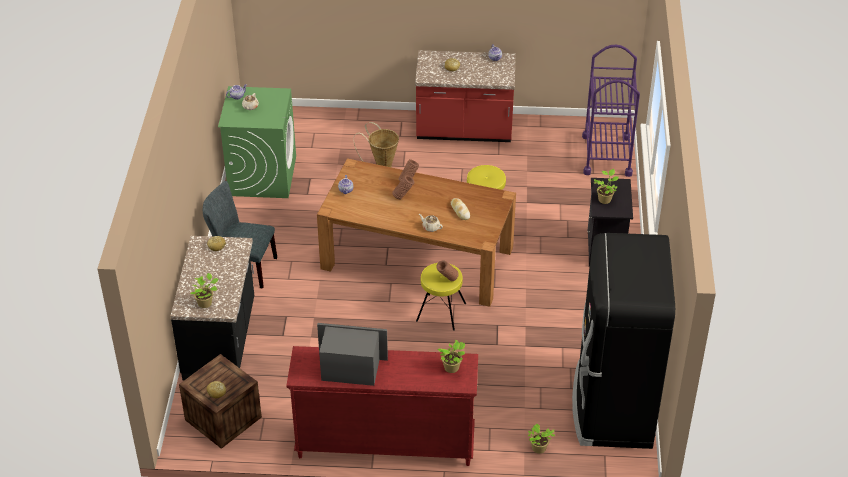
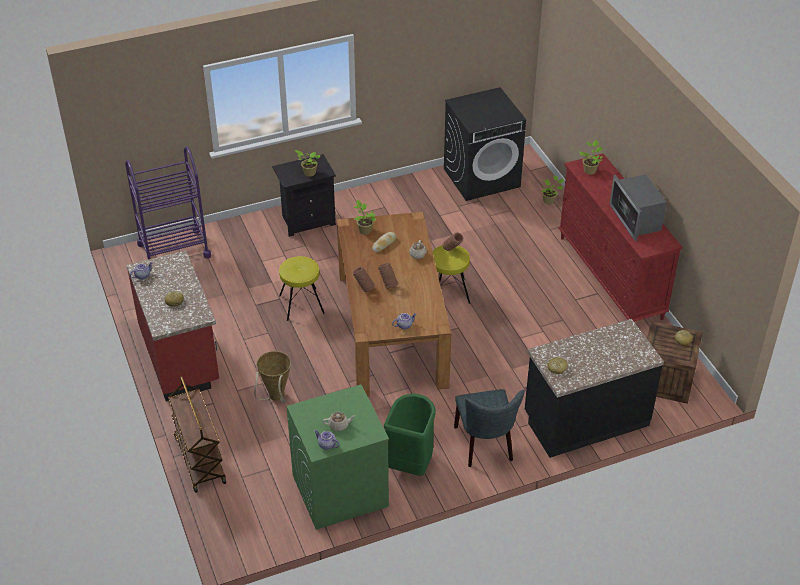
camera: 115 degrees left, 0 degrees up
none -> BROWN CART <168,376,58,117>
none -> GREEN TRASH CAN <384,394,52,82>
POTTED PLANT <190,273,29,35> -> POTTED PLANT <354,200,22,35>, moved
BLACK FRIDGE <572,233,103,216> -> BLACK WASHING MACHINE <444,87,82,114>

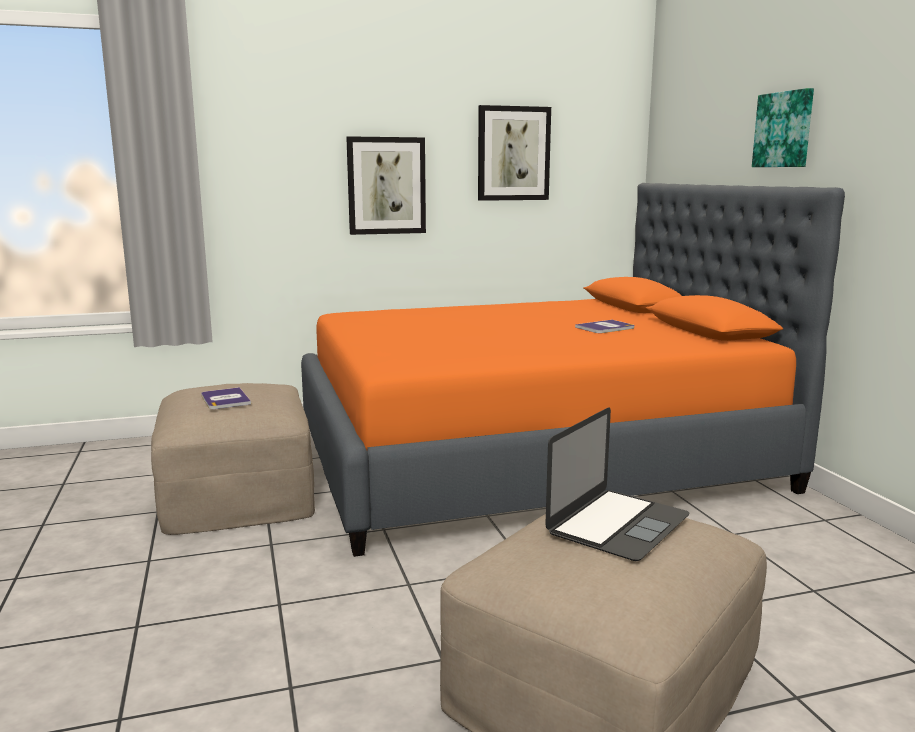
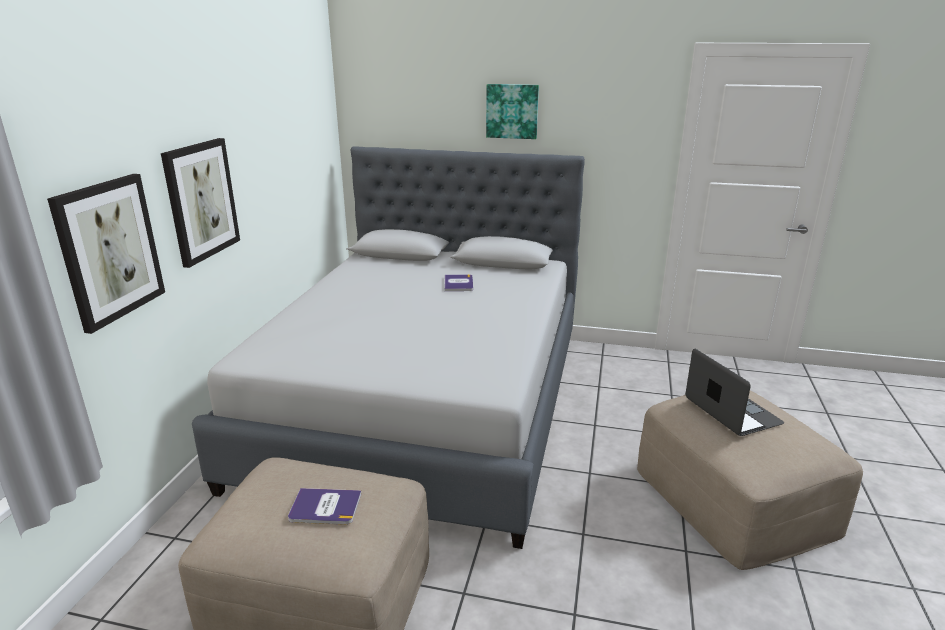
camera: 60 degrees left, 10 degrees up
PICTURE <478,105,73,96> -> PICTURE <47,174,118,160>, moved
ORANGE BED <301,183,544,374> -> GREY BED <192,146,393,403>

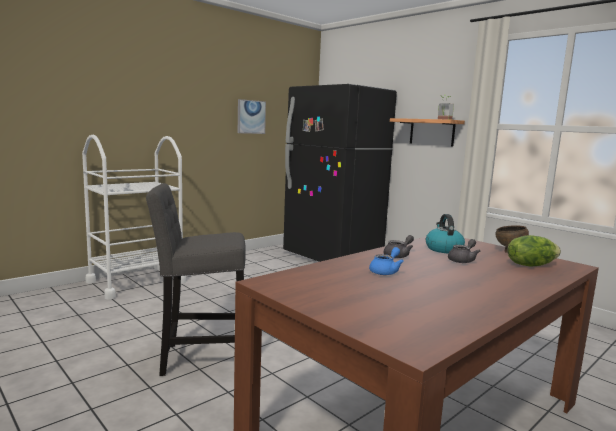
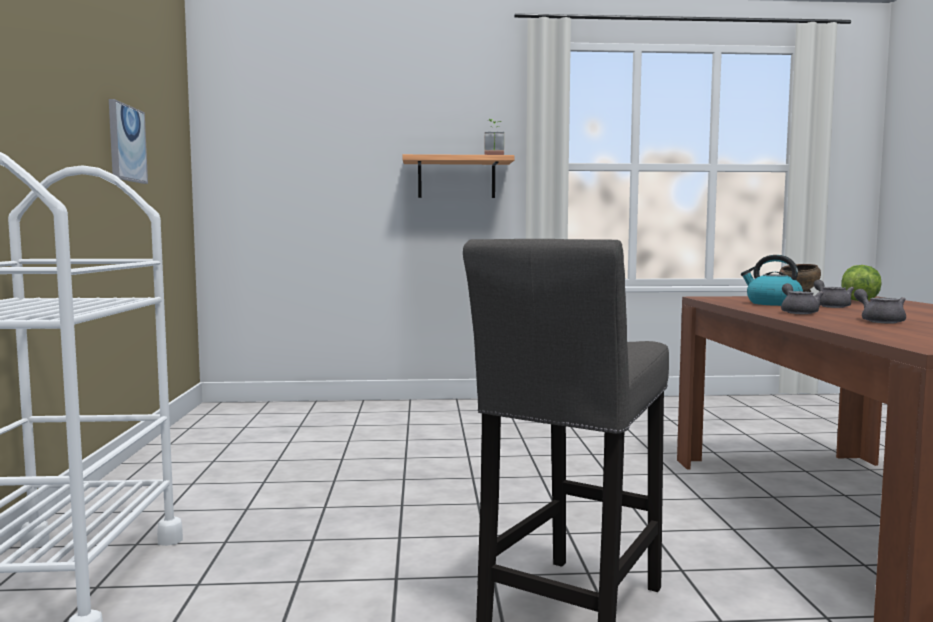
camera: 50 degrees left, 5 degrees down
BLACK FRIDGE <283,84,114,178> -> none
BLUE TEAPOT <369,247,35,28> -> GREY TEAPOT <854,289,52,34>

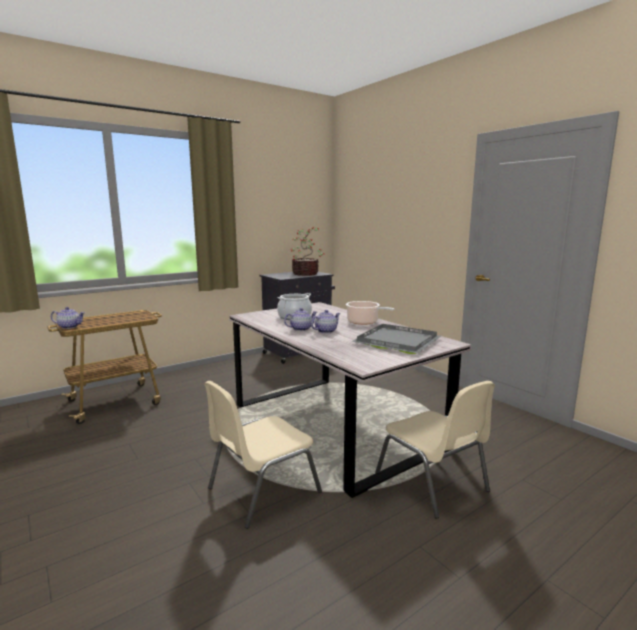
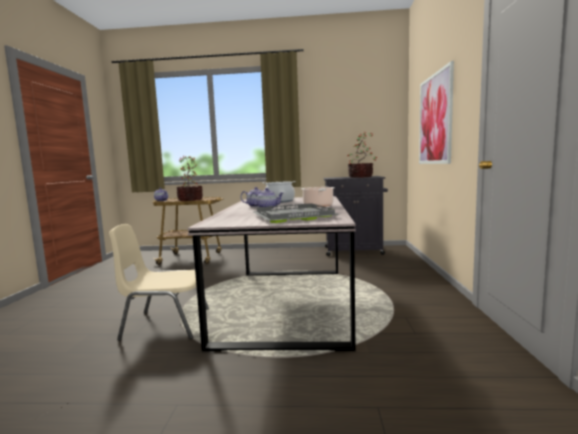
camera: 40 degrees right, 5 degrees down
BEIGE CHAIR <375,381,120,137> -> none
none -> POTTED PLANT <176,157,27,44>
none -> PICTURE <419,61,35,103>

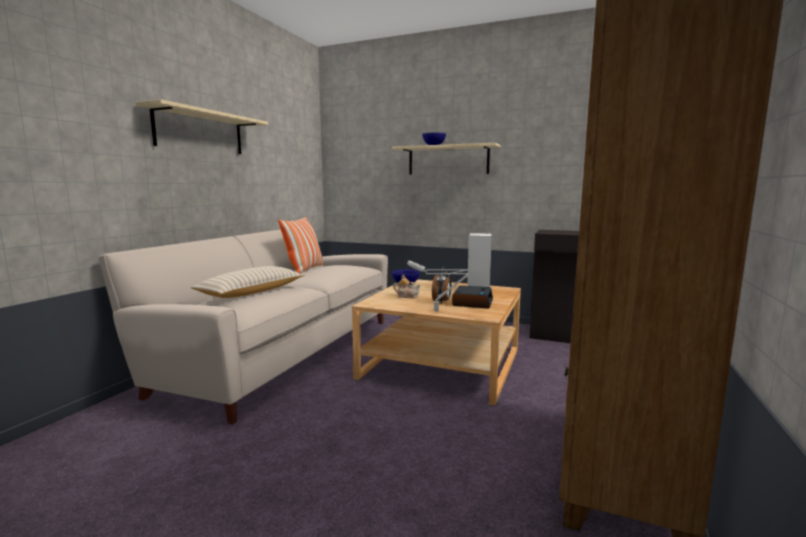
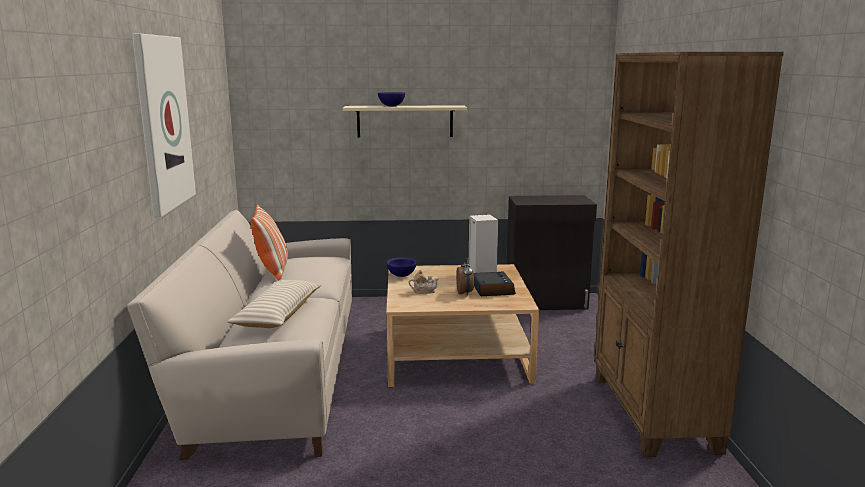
camera: 25 degrees left, 5 degrees up
GREY TABLE LAMP <407,261,64,50> -> none
BEIGE SHELF <135,99,133,55> -> PICTURE <132,33,64,184>

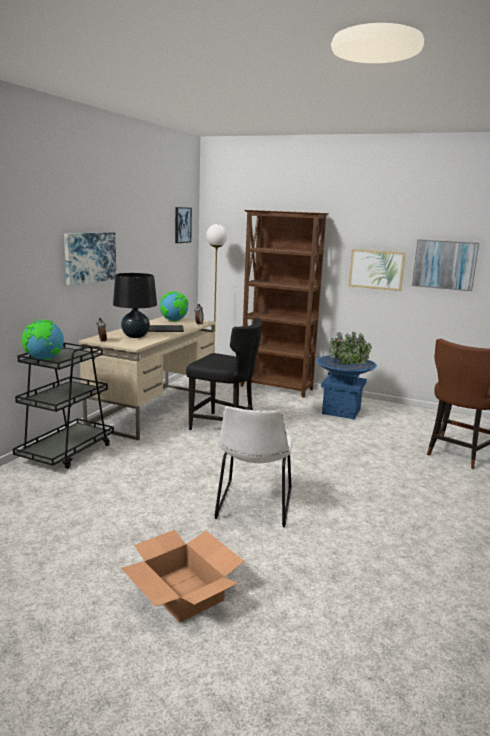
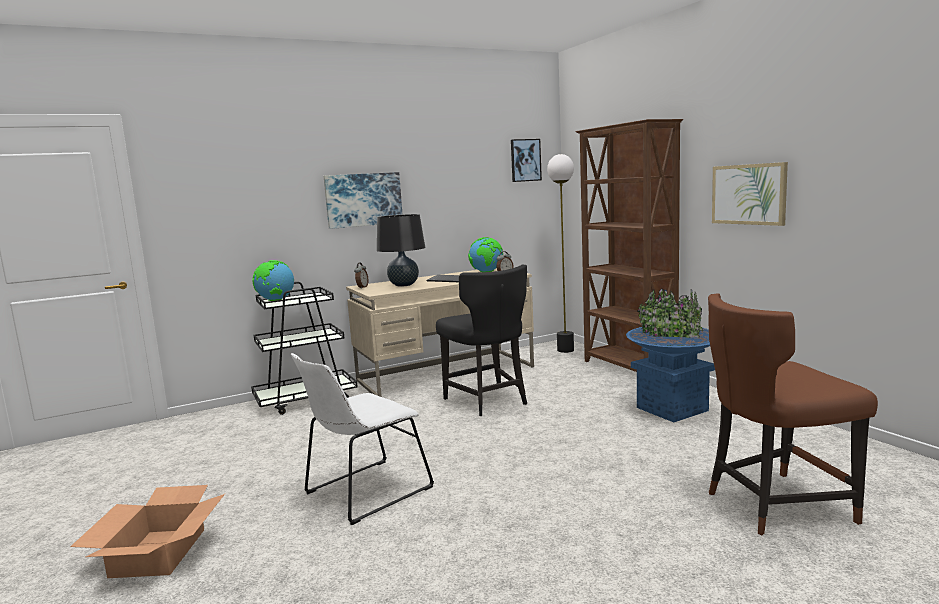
camera: 40 degrees right, 5 degrees down
PICTURE <412,239,67,52> -> none

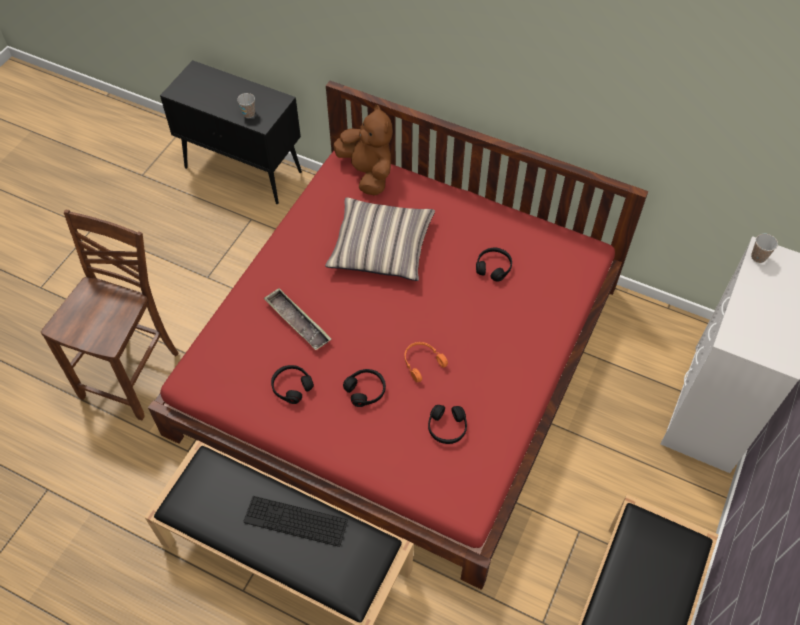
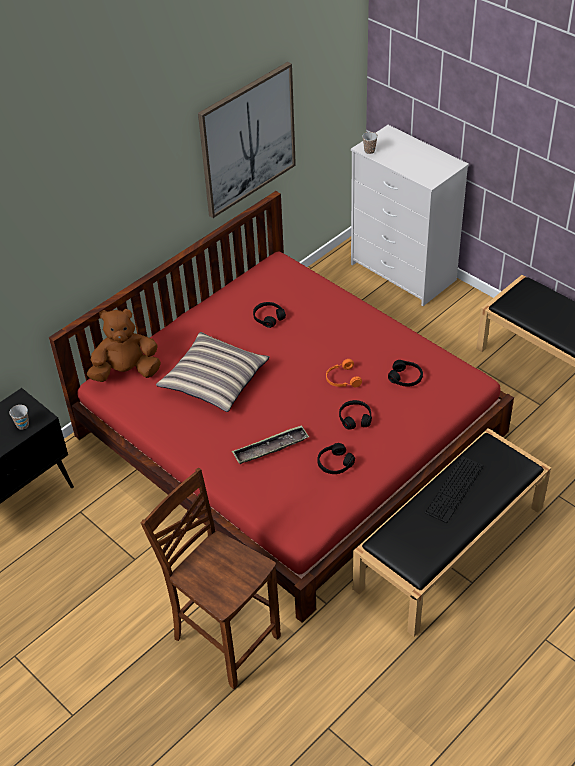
camera: 70 degrees left, 10 degrees down
none -> PICTURE <198,62,98,156>

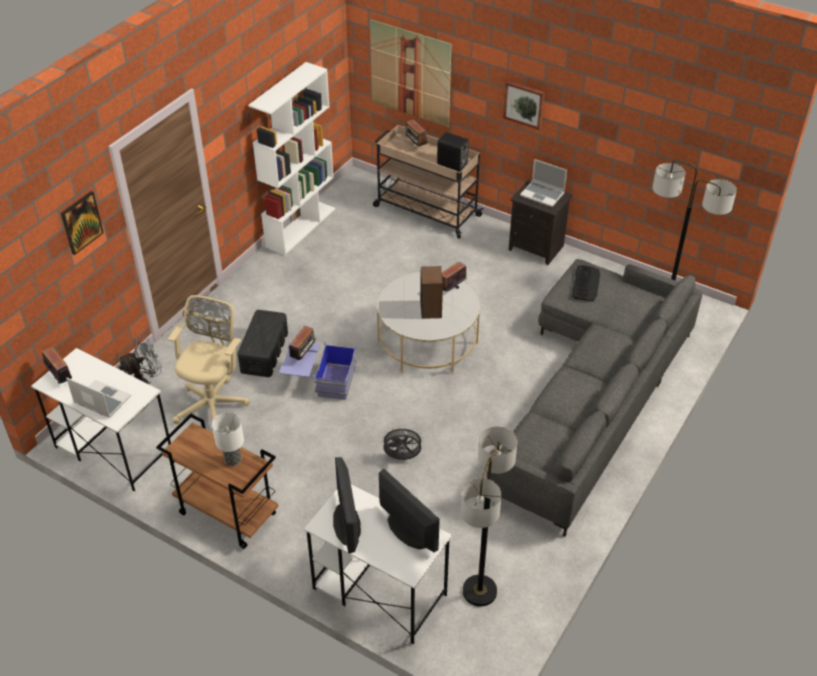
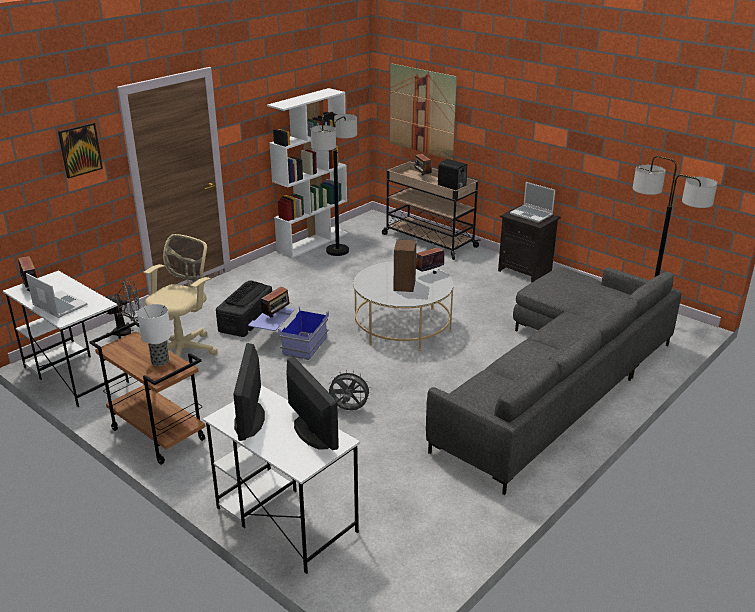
camera: 10 degrees right, 15 degrees down
PICTURE <503,81,42,49> -> none
FLOOR LAMP <461,426,56,180> -> FLOOR LAMP <311,112,46,144>, moved
KEYBOARD <572,265,28,36> -> KEYBOARD <225,281,42,26>, moved

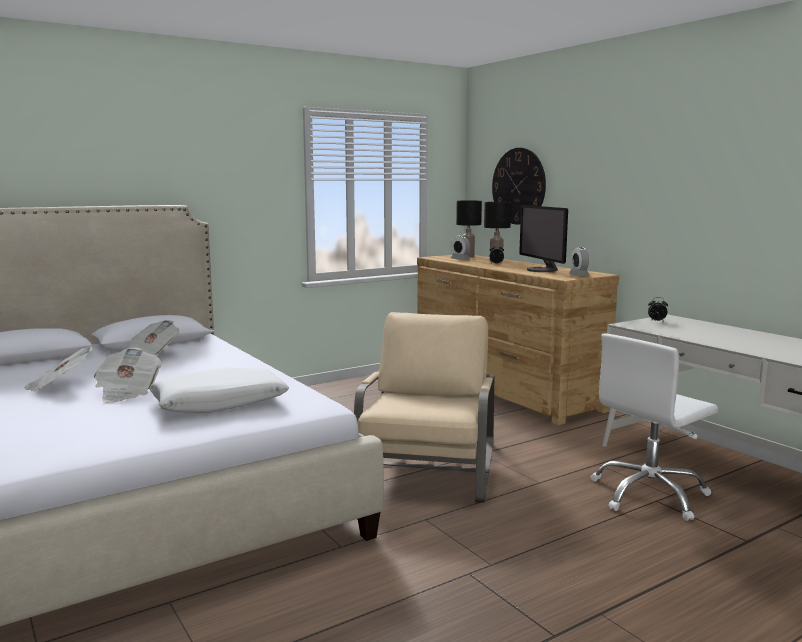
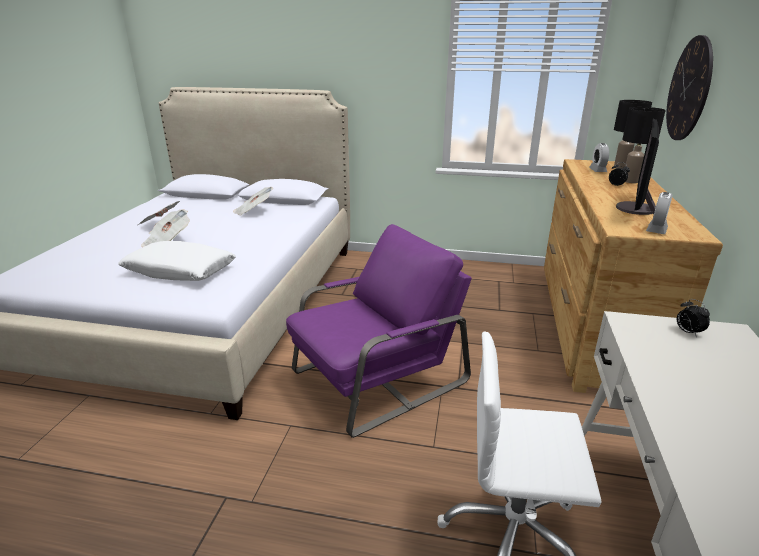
camera: 45 degrees right, 15 degrees up
BEIGE ARMCHAIR <354,312,140,191> -> PURPLE ARMCHAIR <286,224,186,214>

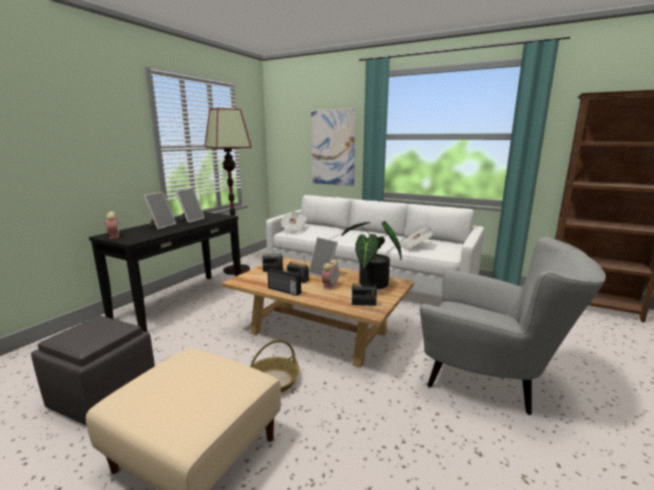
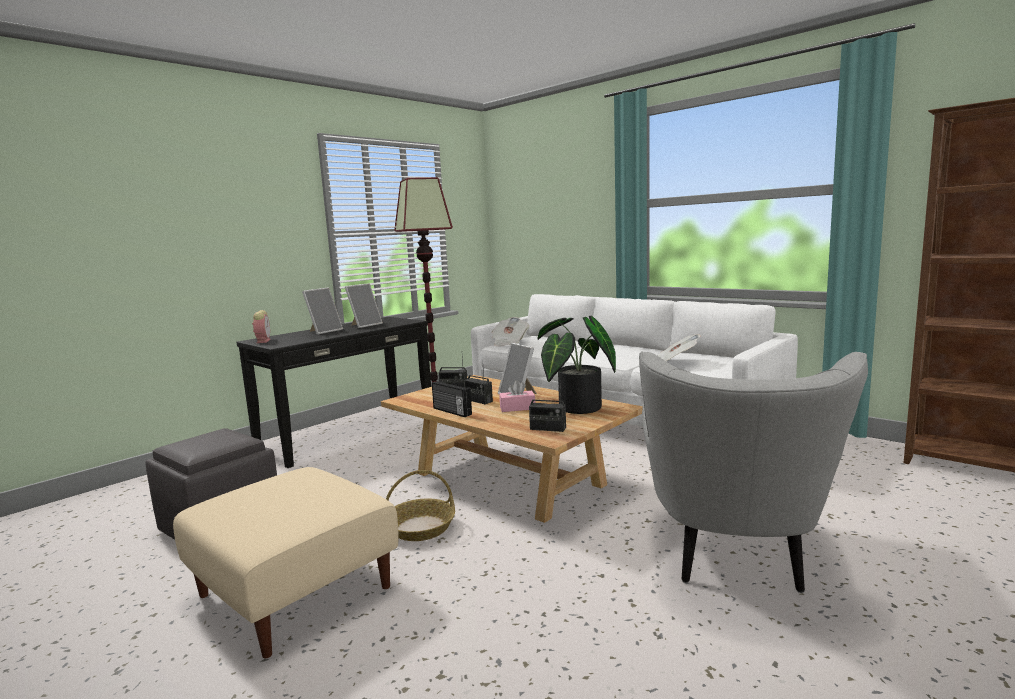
camera: 15 degrees right, 5 degrees down
PICTURE <311,108,45,78> -> none
ALARM CLOCK <322,260,17,30> -> PINK TISSUE BOX <499,381,36,31>
GREY ARMCHAIR <420,237,186,178> -> GREY ARMCHAIR <639,352,229,241>, 60 degrees clockwise

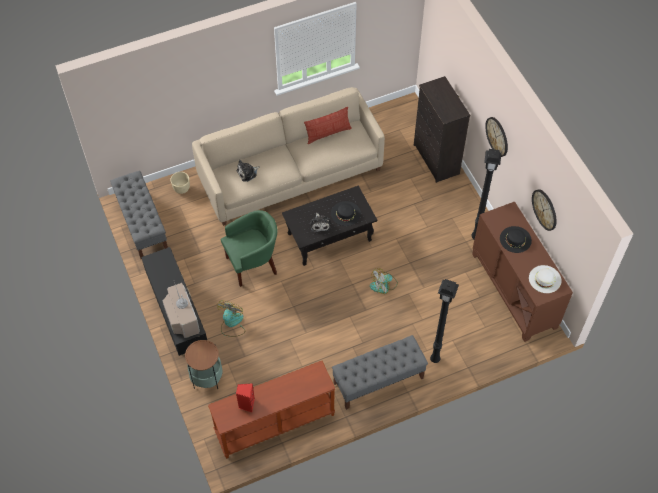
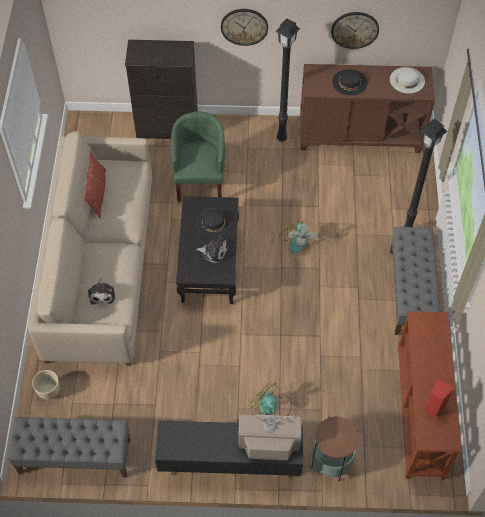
camera: 65 degrees left, 0 degrees up
GREEN ARMCHAIR <221,210,57,77> -> GREEN ARMCHAIR <171,111,54,91>, moved

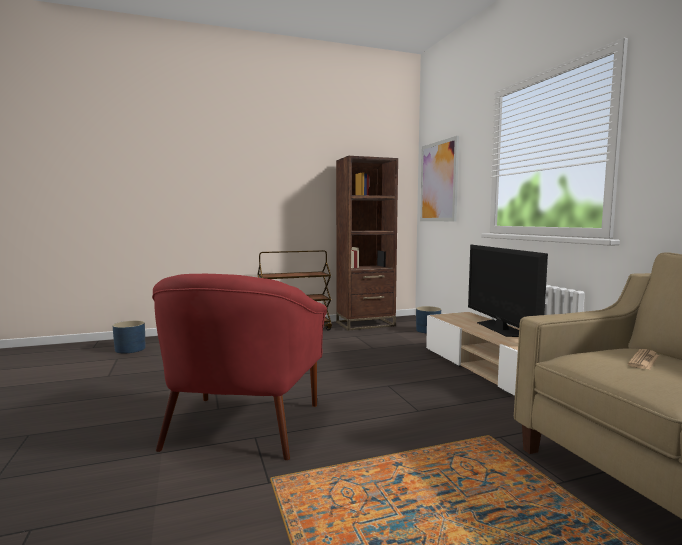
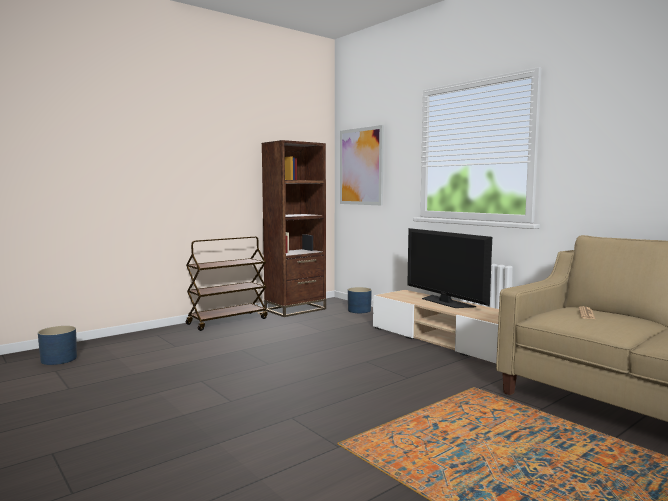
camera: 20 degrees left, 0 degrees up
RED ARMCHAIR <152,274,175,186> -> none

